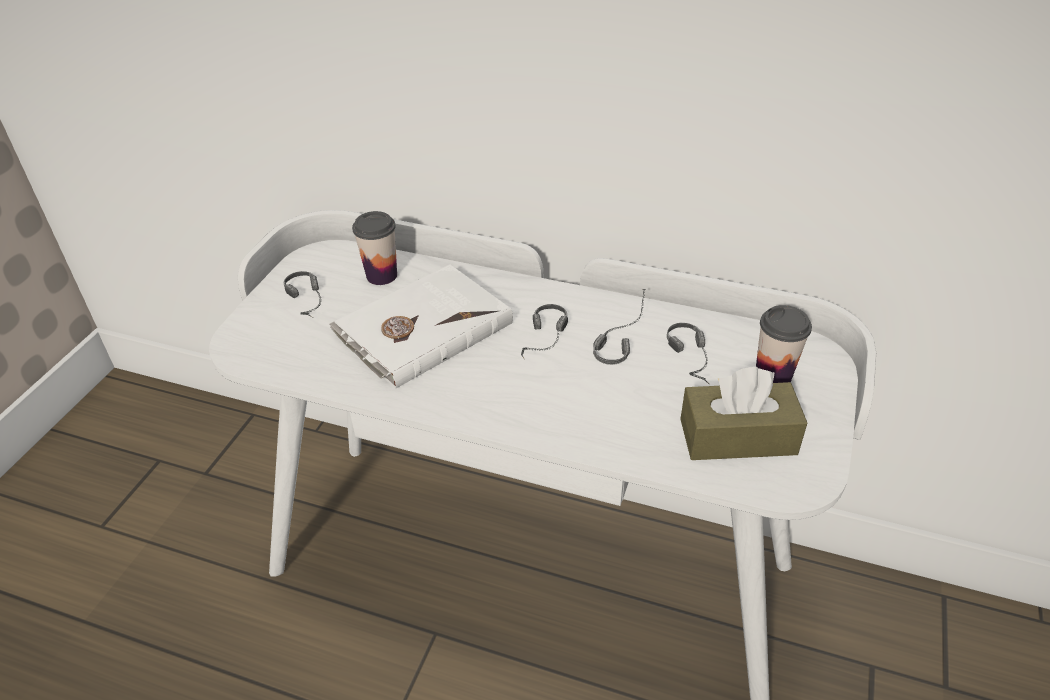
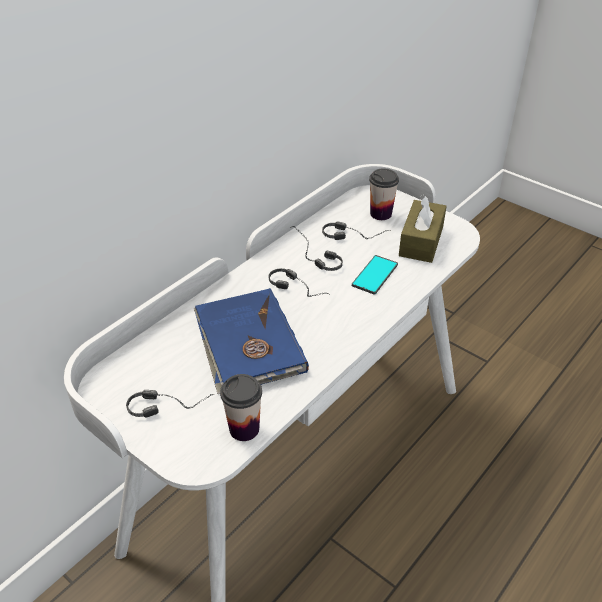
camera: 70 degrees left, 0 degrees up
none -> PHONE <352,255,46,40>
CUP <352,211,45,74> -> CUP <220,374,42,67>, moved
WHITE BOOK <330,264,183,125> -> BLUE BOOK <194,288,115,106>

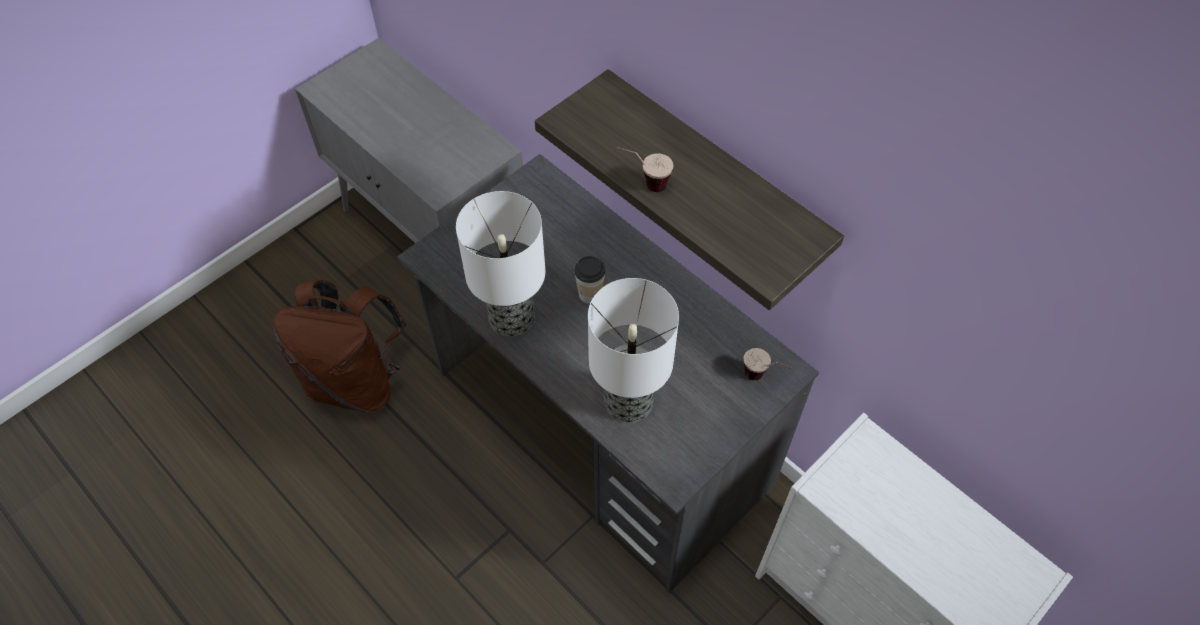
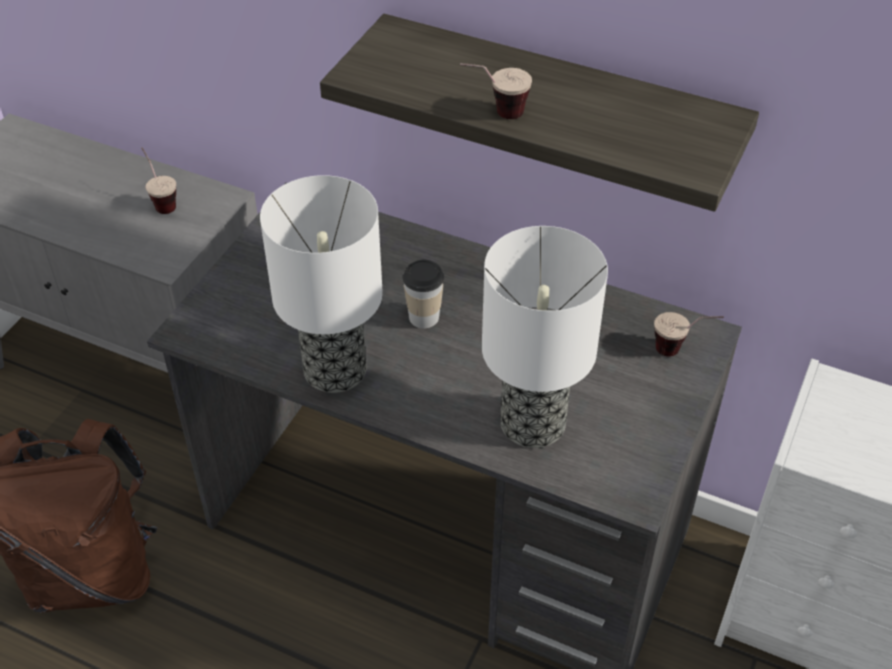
camera: 20 degrees left, 10 degrees down
none -> CUP <141,147,35,67>

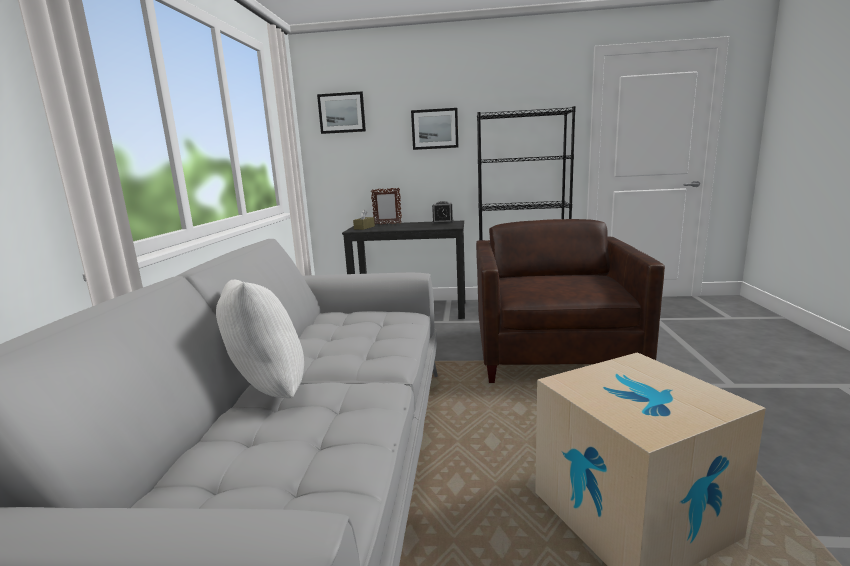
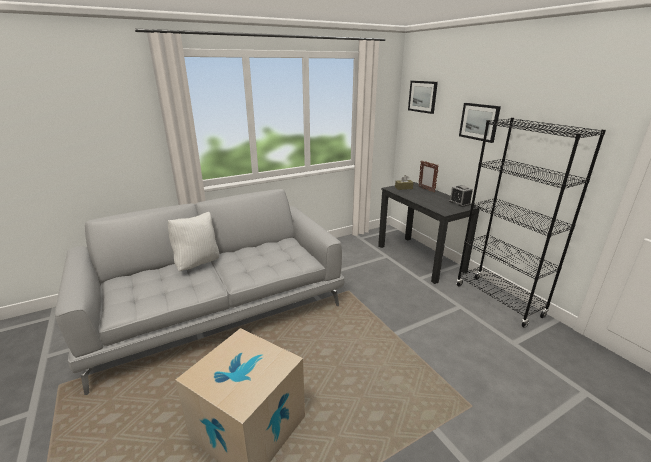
camera: 55 degrees right, 10 degrees up
BROWN ARMCHAIR <476,219,189,164> -> none

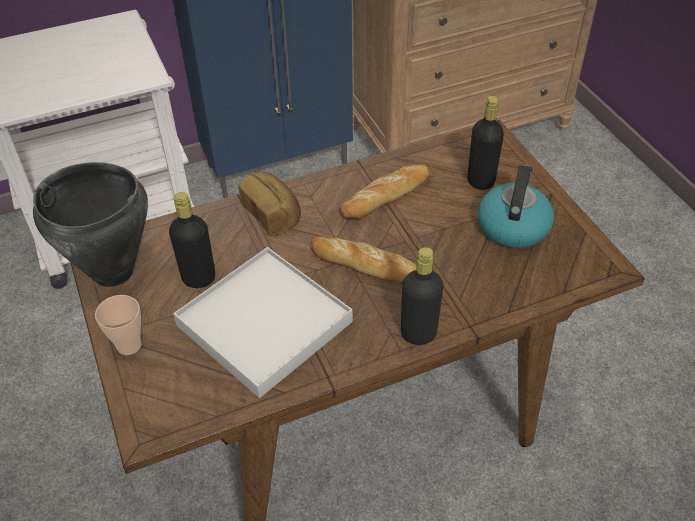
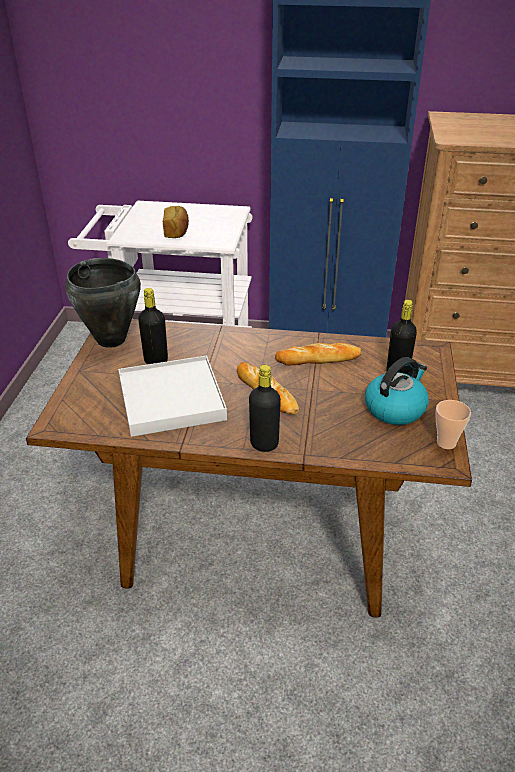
camera: 30 degrees right, 10 degrees down
CUP <95,295,46,60> -> CUP <435,400,36,49>, moved
BREAD <238,172,63,64> -> BREAD <163,206,26,32>, moved

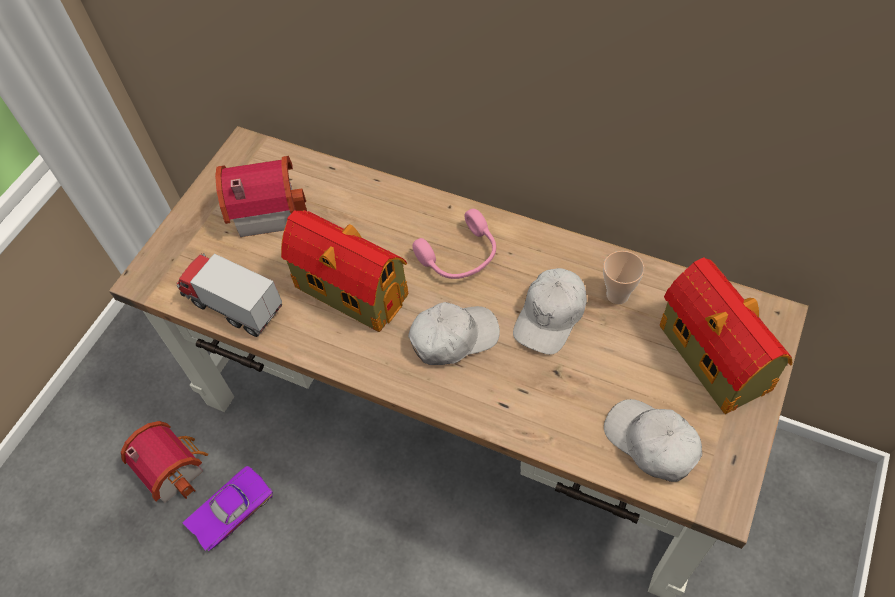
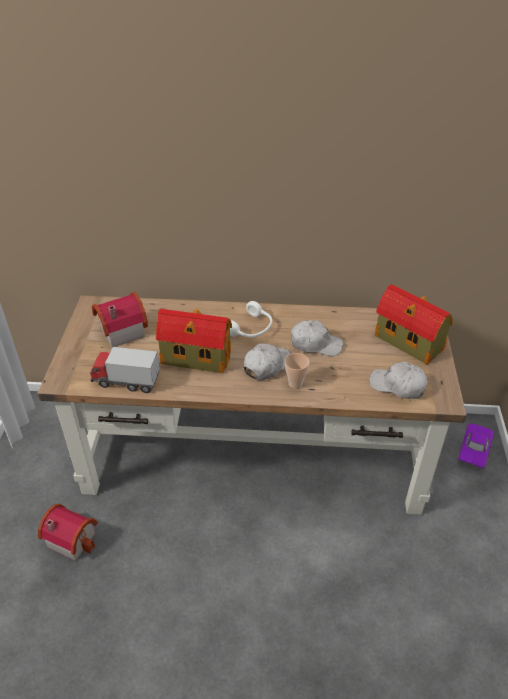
camera: 25 degrees left, 15 degrees down
PURPLE TOY CAR <182,466,91,85> -> PURPLE TOY CAR <458,423,36,46>, moved
CUP <603,251,41,53> -> CUP <285,353,25,36>, moved
PINK HEADPHONES <412,209,84,70> -> WHITE HEADPHONES <230,301,42,36>
WHITE CAP <513,268,74,87> -> WHITE CAP <291,320,52,36>, 90 degrees counterclockwise

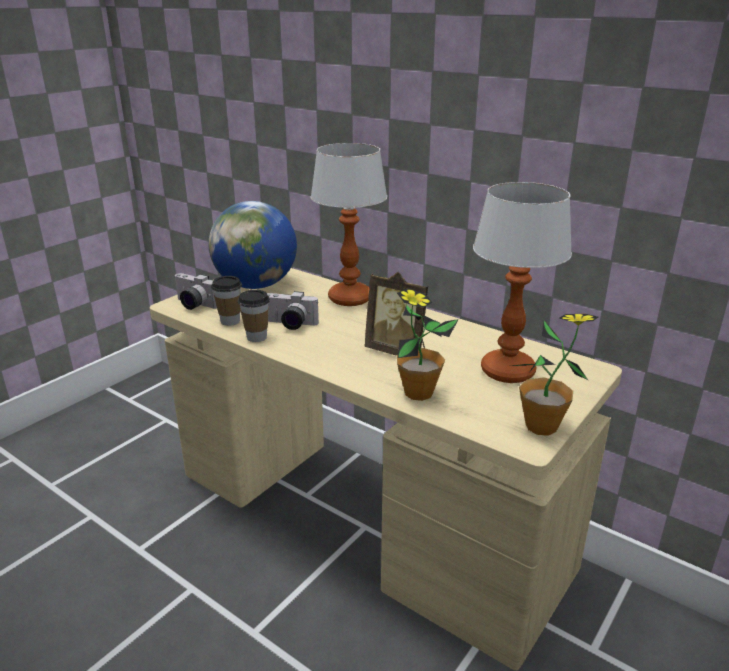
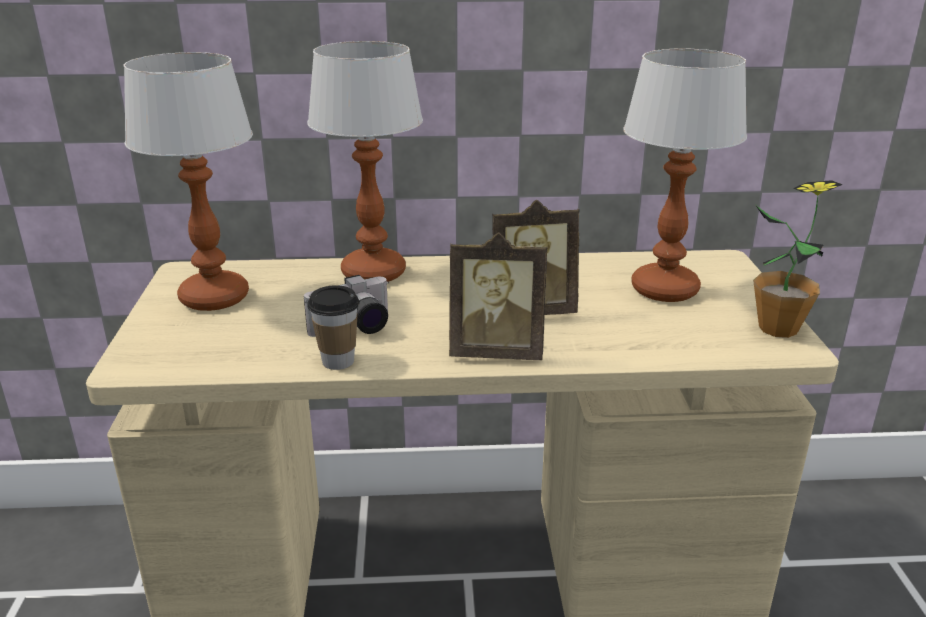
camera: 40 degrees left, 0 degrees up
PHOTO CAMERA <175,273,42,37> -> none
CUP <211,276,31,50> -> none
POTTED PLANT <397,288,61,113> -> none
none -> PICTURE FRAME <449,232,98,128>
GLOBE <208,201,89,88> -> TABLE LAMP <123,52,130,259>

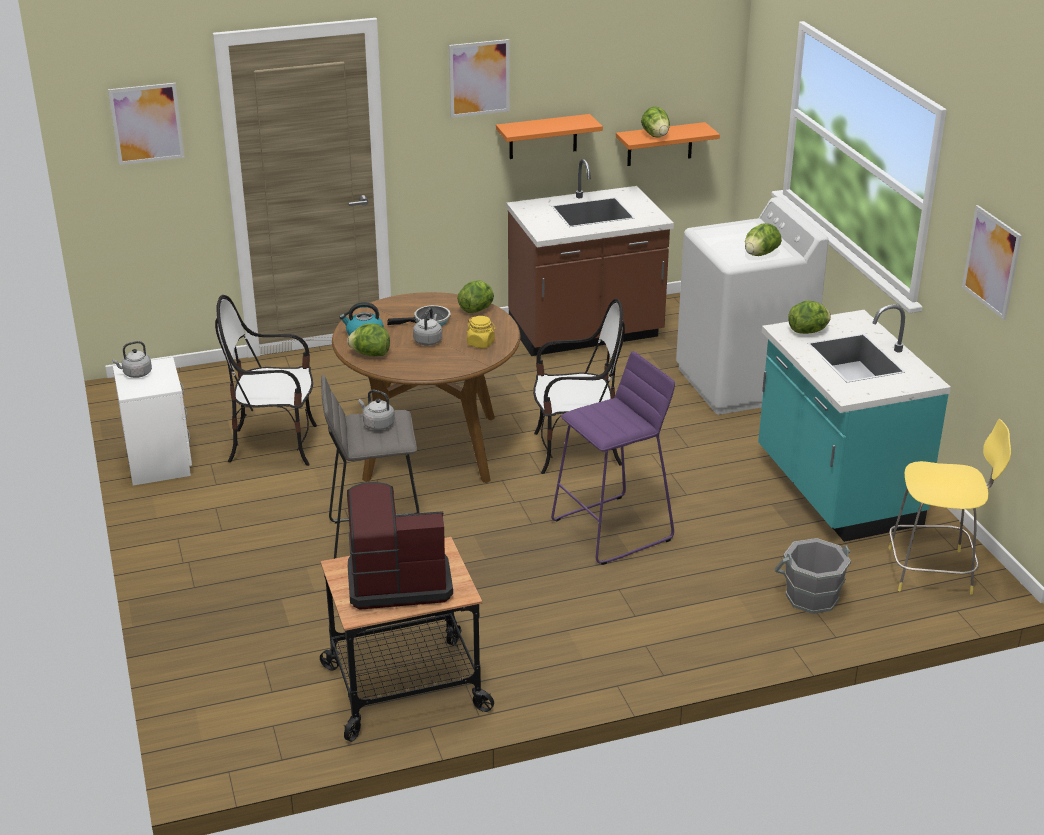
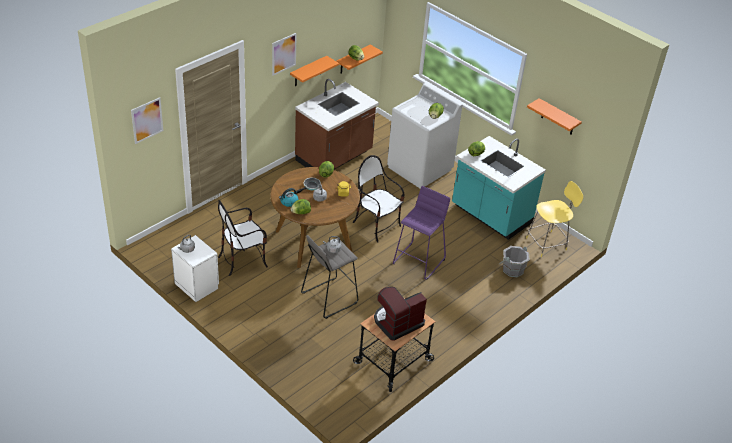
camera: 30 degrees left, 10 degrees up
PICTURE <962,205,60,115> -> ORANGE SHELF <527,98,55,37>
CHAIR <533,299,92,175> -> CHAIR <353,155,51,87>, 105 degrees counterclockwise

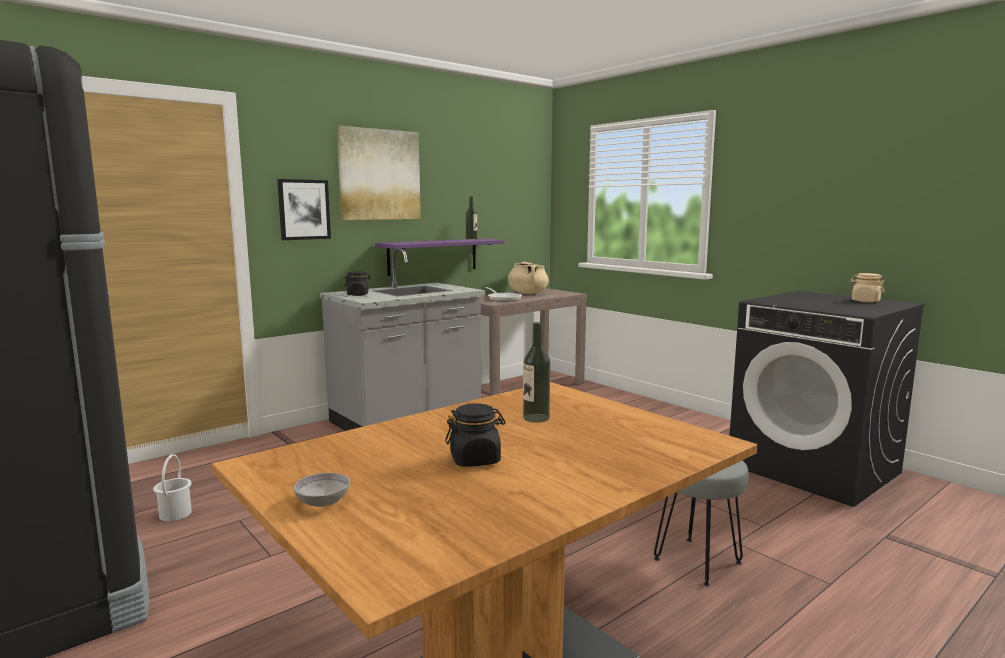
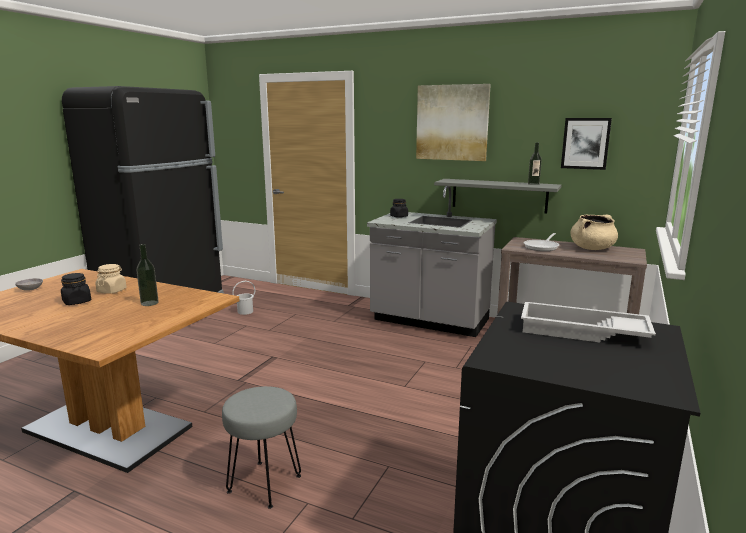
camera: 65 degrees right, 5 degrees up
none -> WHITE TRAY <521,302,135,40>
PICTURE <277,179,54,61> -> PICTURE <561,118,51,52>, moved
BEIGE JAR <850,273,35,29> -> BEIGE JAR <95,264,32,30>, moved
PURPLE SHELF <375,239,130,37> -> GREY SHELF <434,179,127,35>

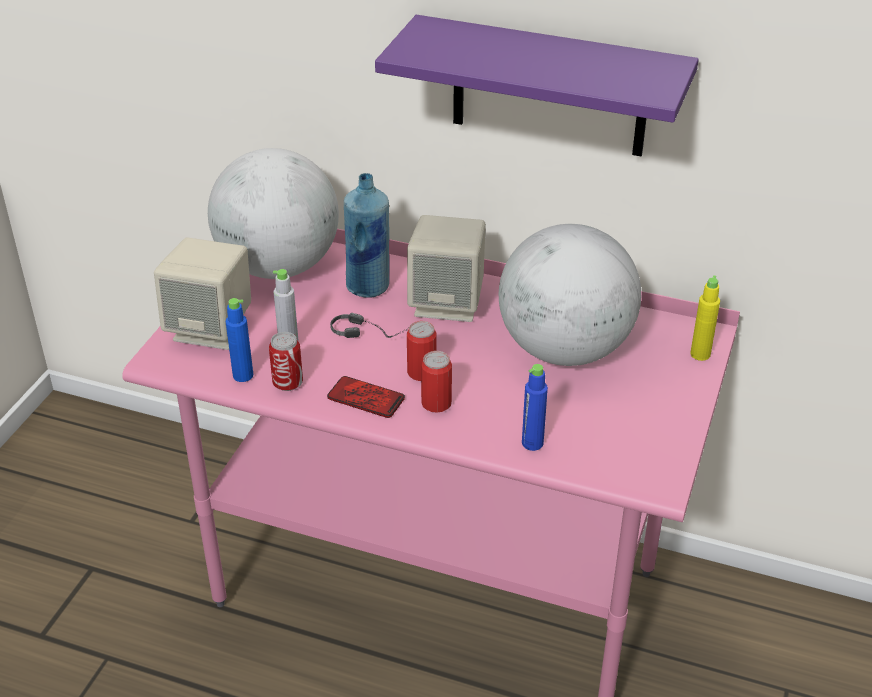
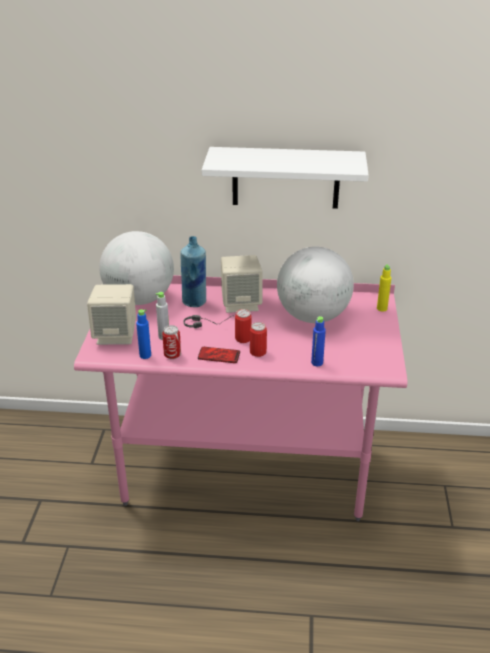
camera: 15 degrees left, 5 degrees down
PURPLE SHELF <375,15,324,141> -> WHITE SHELF <202,147,167,62>

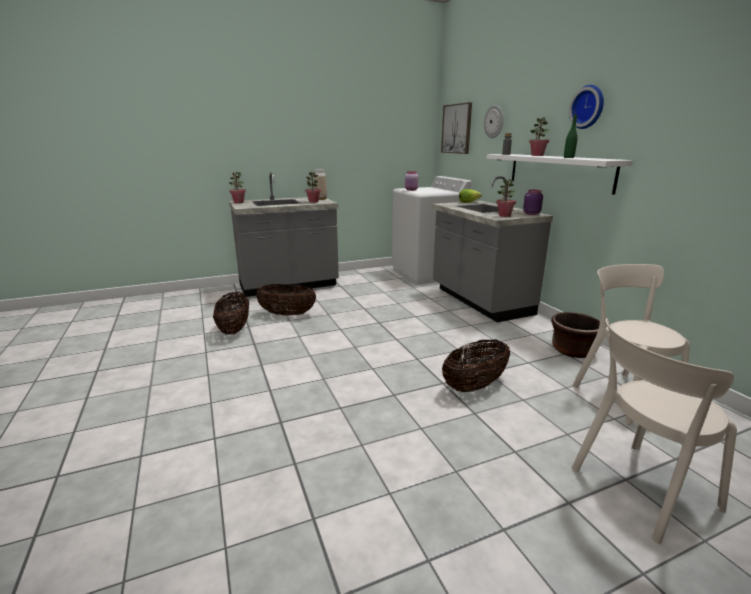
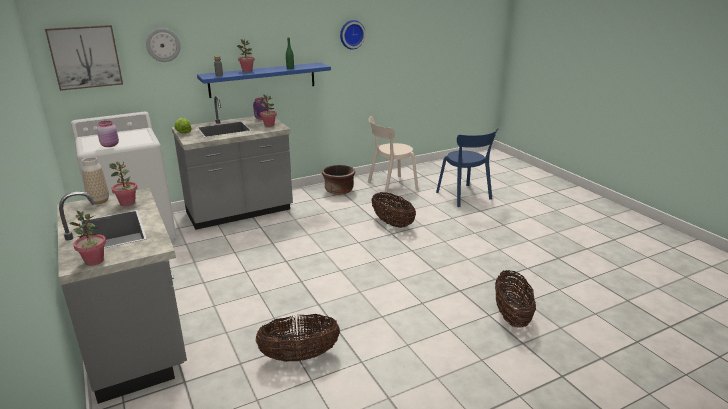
camera: 95 degrees left, 5 degrees up
BASKET <256,284,60,31> -> BASKET <495,270,41,57>, moved
WALL CLOCK <569,85,35,44> -> WALL CLOCK <340,20,26,29>, moved
WHITE SHELF <486,154,147,41> -> BLUE SHELF <197,63,134,35>
BEIGE CHAIR <572,318,165,226> -> BLUE CHAIR <436,128,62,79>

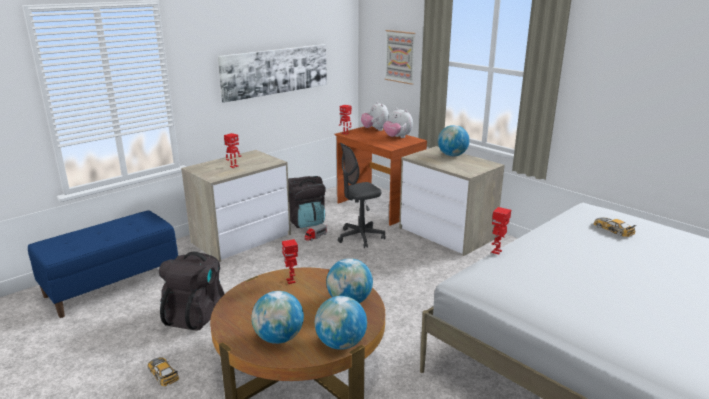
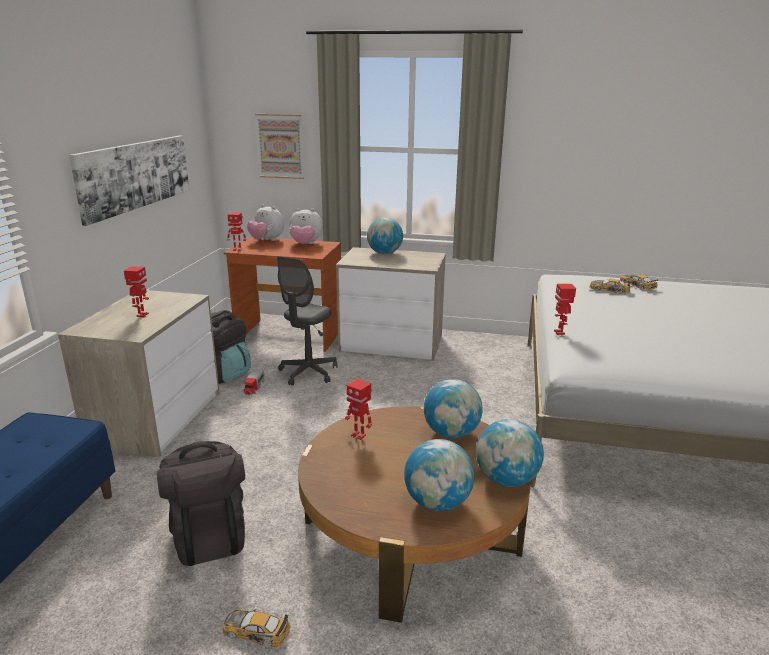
camera: 35 degrees left, 0 degrees up
none -> TOY CAR <620,275,38,15>

